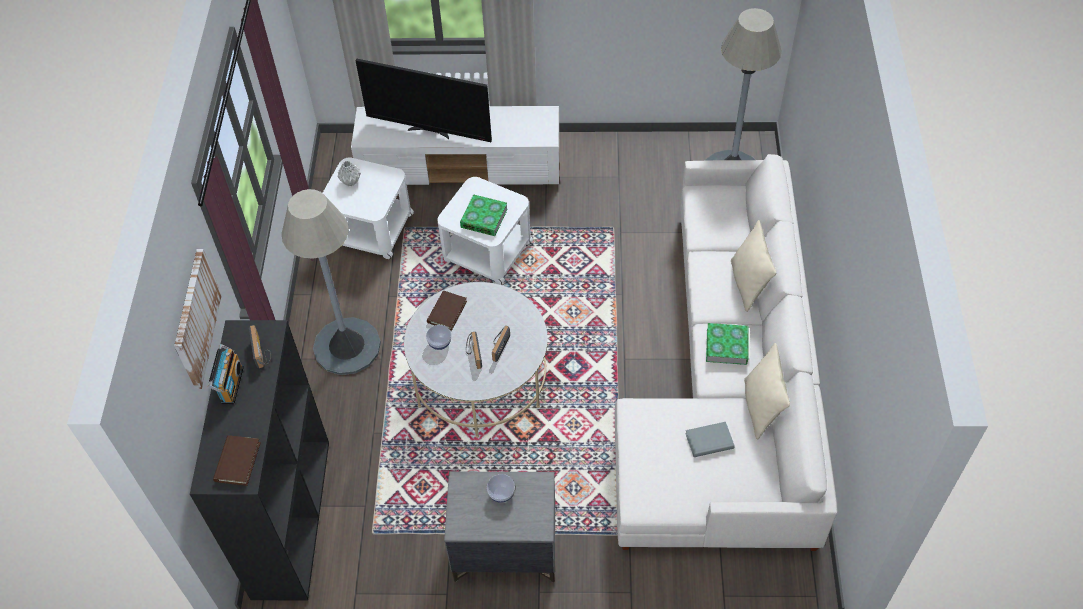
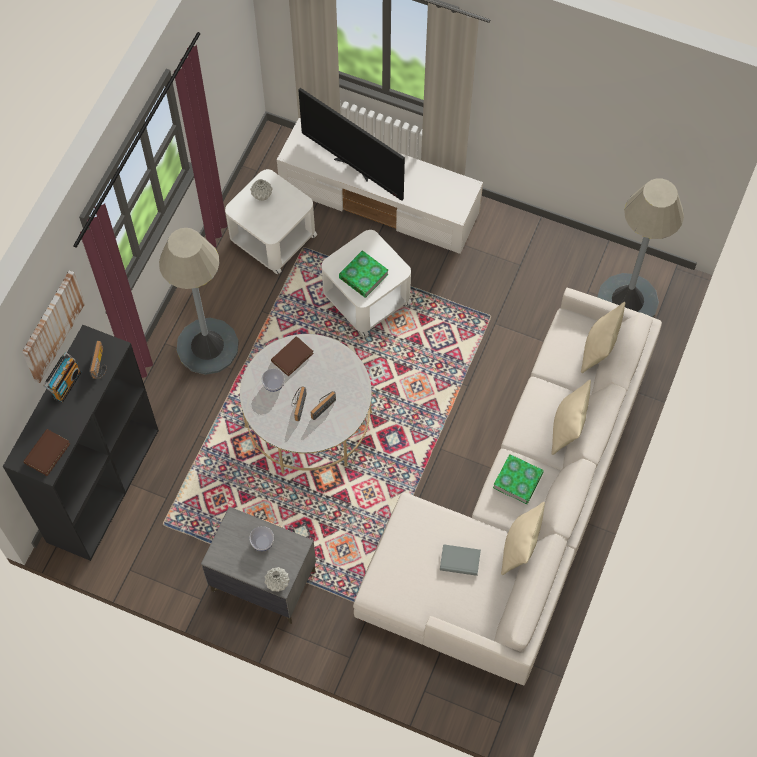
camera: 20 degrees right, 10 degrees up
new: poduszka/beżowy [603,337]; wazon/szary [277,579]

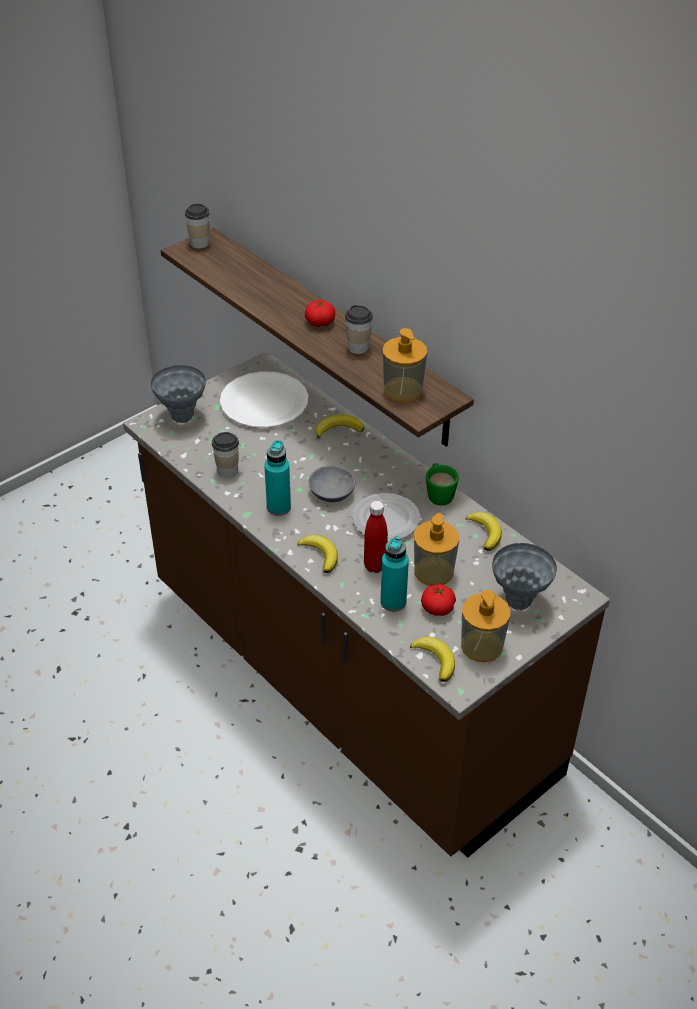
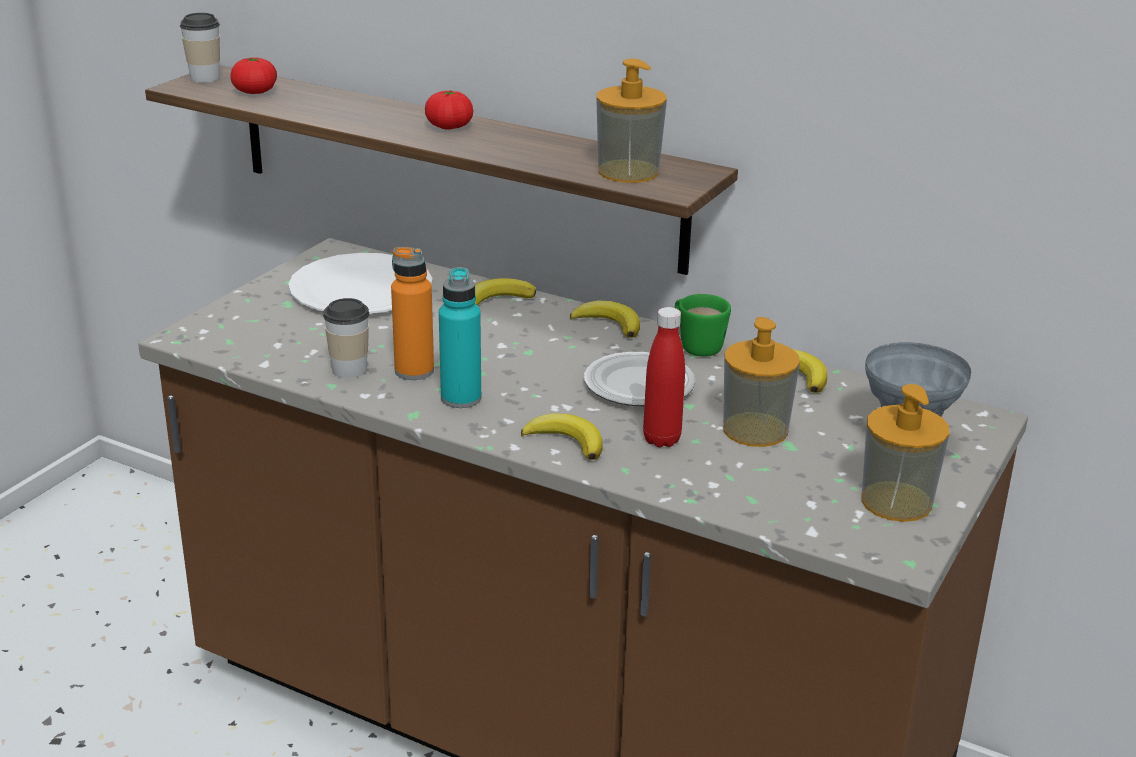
camera: 20 degrees left, 15 degrees down
gone: filiżanka [359,329]; wazon/szary [178,394]; miska/szary [332,484]; butelka/turkusowy [394,574]
new: butelka/pomarańczowy [412,313]
shifted: pomidor [438,600] to [253,75]; banan [432,659] to [605,319]

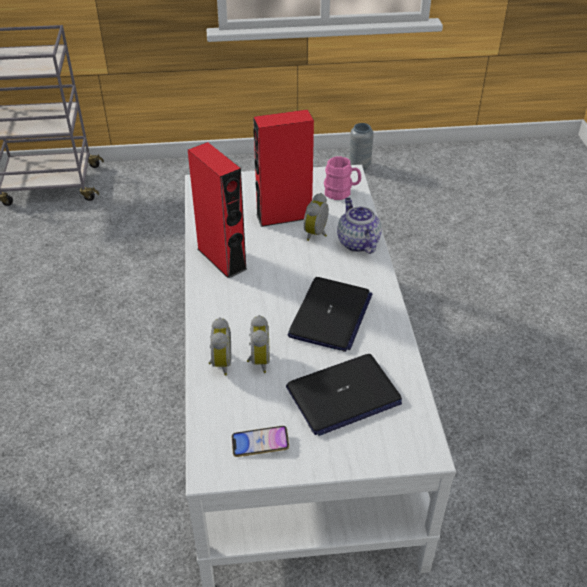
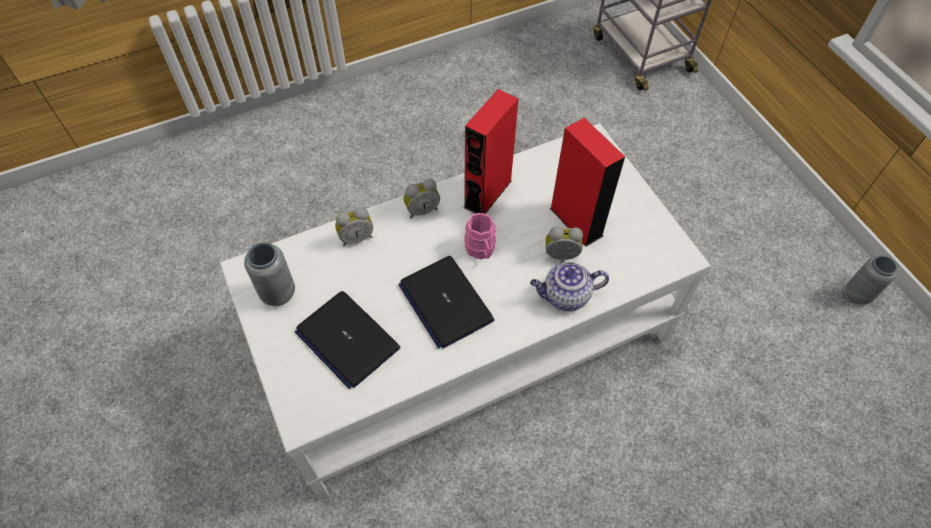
camera: 70 degrees right, 15 degrees up
shifted: kubek/różowy [342,178] to [480,236]; budzik [258,344] to [421,199]
swapped: telefon [260,441] to wazon/szary [269,274]
rotated: imbryk [359,226] = [569,286] 150 degrees counterclockwise; laptop [330,314] = [446,302] 60 degrees clockwise

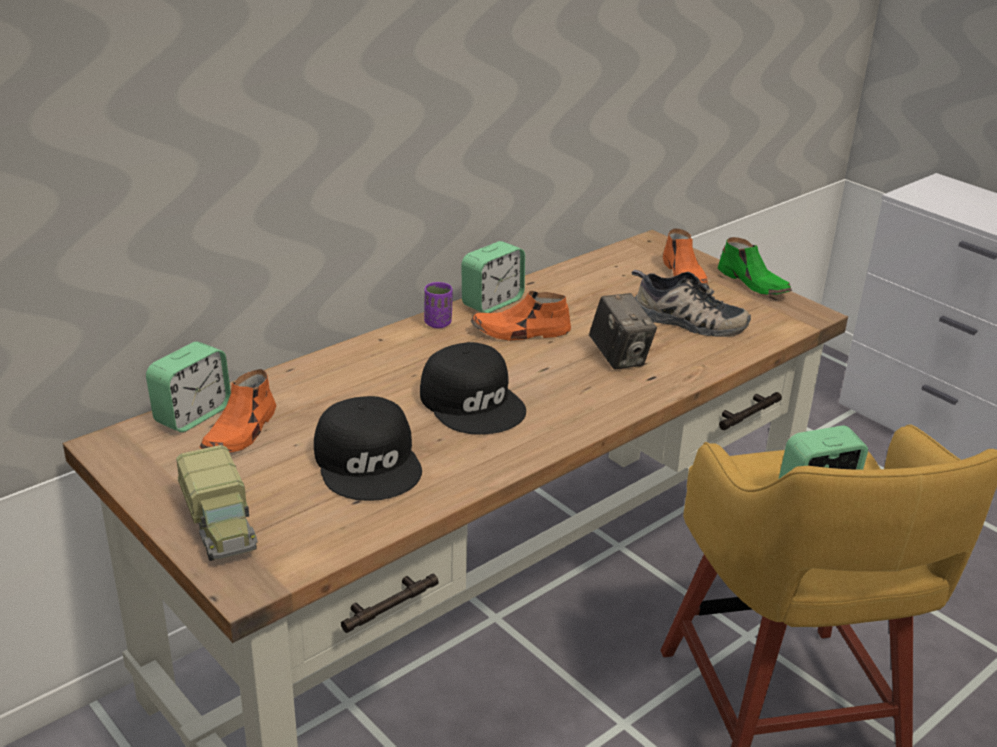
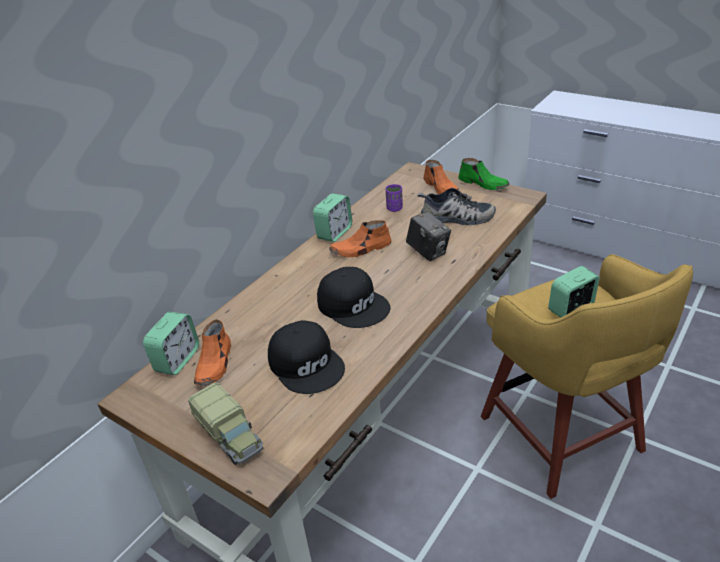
camera: 10 degrees left, 5 degrees up
shifted: filiżanka/fioletowy [438,305] to [394,198]

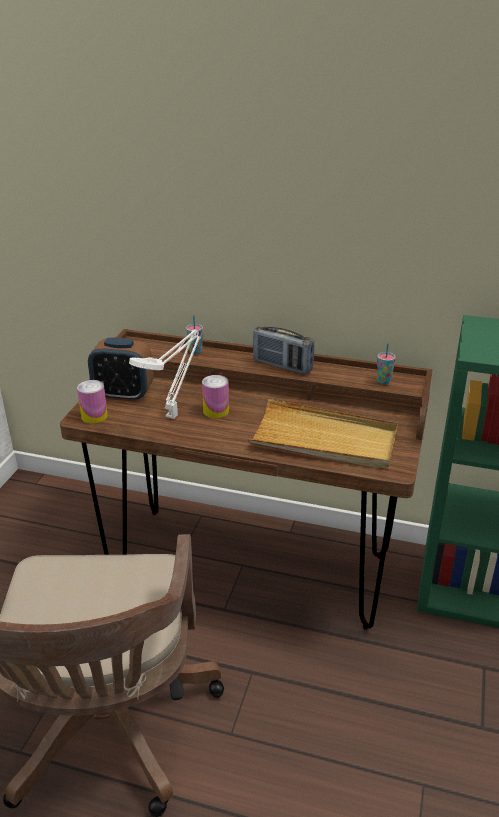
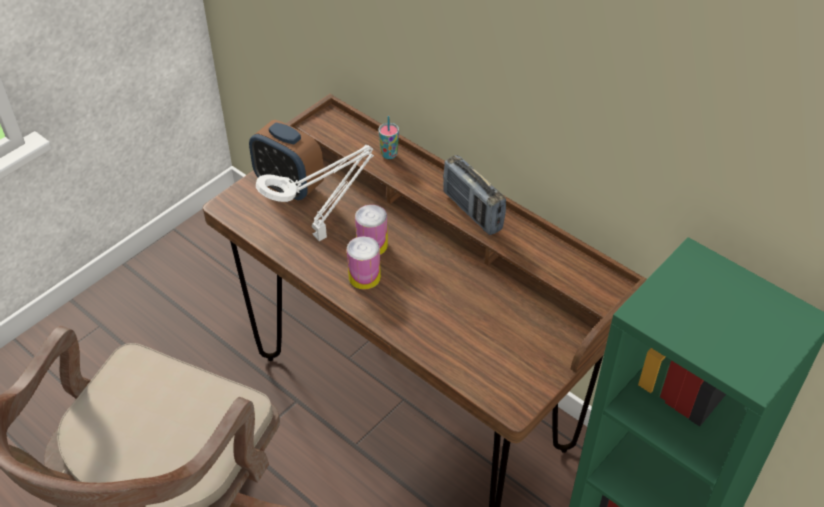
camera: 25 degrees right, 15 degrees up
gone: filiżanka [386,363]; taca/beżowy [323,434]
shifted: puszka [92,402] to [364,263]

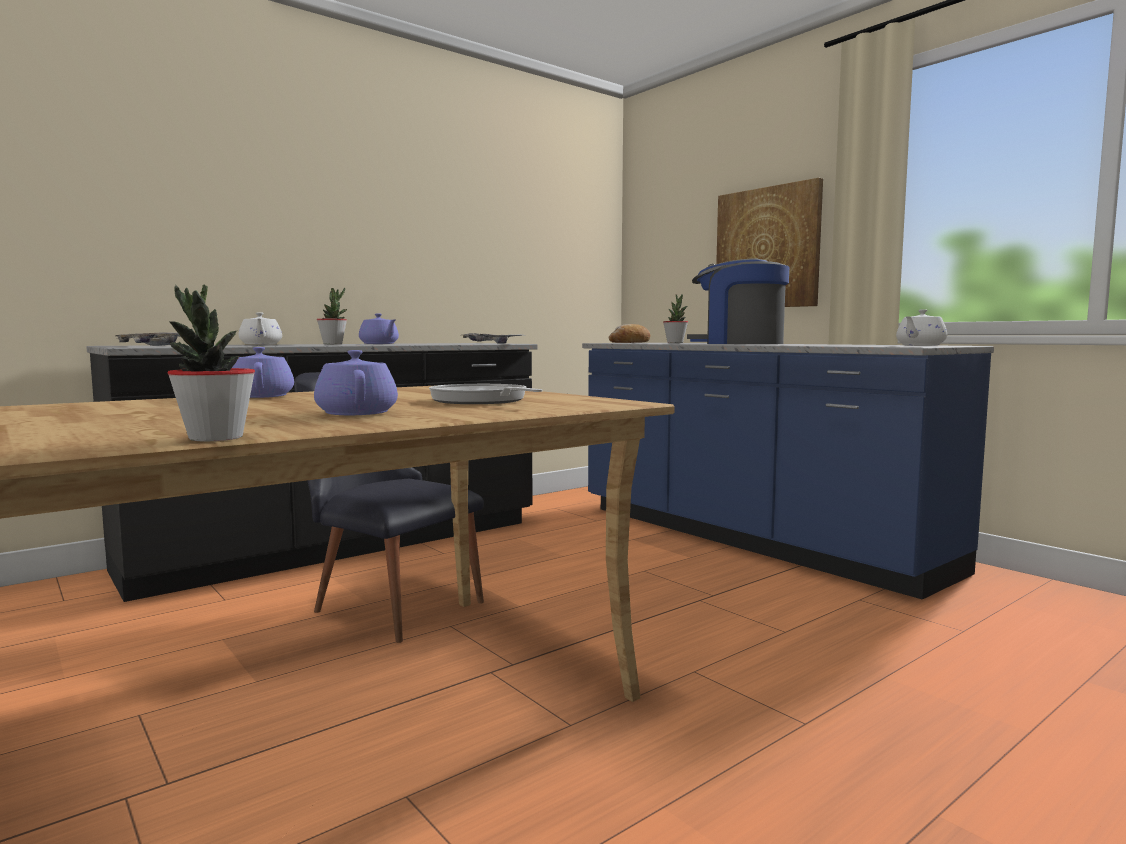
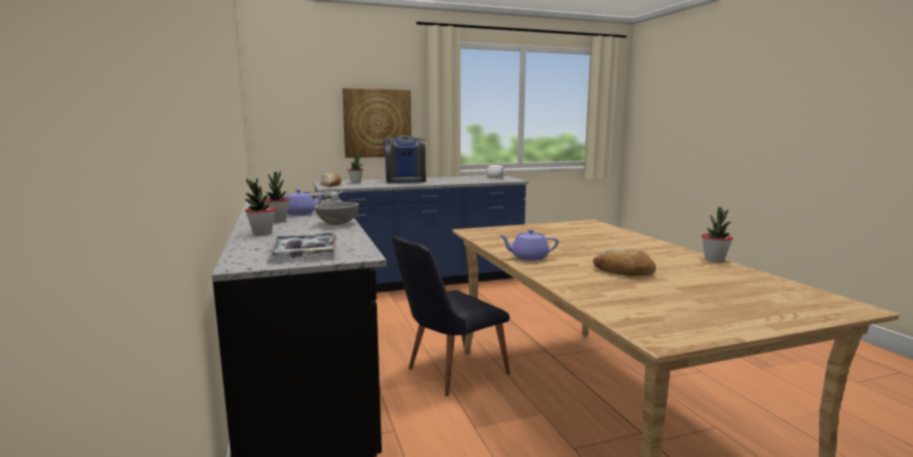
camera: 70 degrees left, 5 degrees up
gone: imbryk/fioletowy [356,382]; patelnia [486,394]
new: miska/szary [336,213]; chleb [624,262]
swapped: imbryk/biały [260,328] to roślina doniczkowa [260,206]
rotated: ekspres do kawy [738,301] = [404,159] 60 degrees counterclockwise

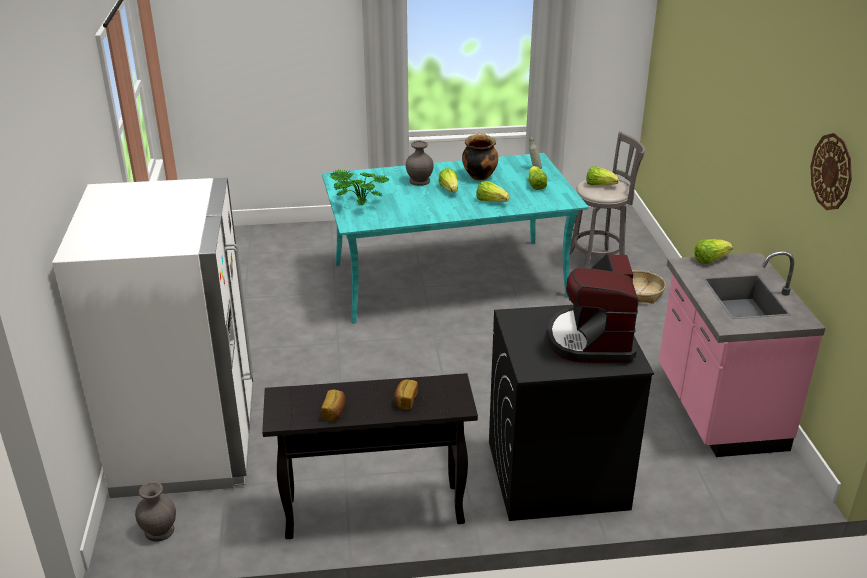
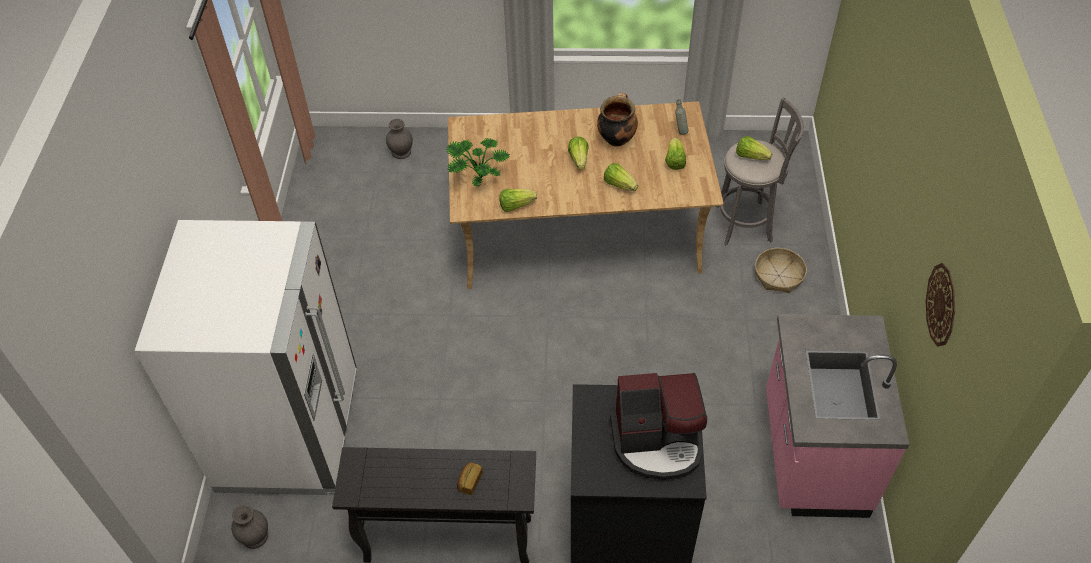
camera: 10 degrees right, 20 degrees up
gone: chleb [333,405]
shifted: wazon/szary [420,163] to [399,139]; sałata [713,251] to [518,200]
repainted: stół jadalny/turkusowy [455,238] to stół jadalny/beżowy [586,195]
rotated: ekspres do kawy [593,308] = [658,426] 105 degrees counterclockwise

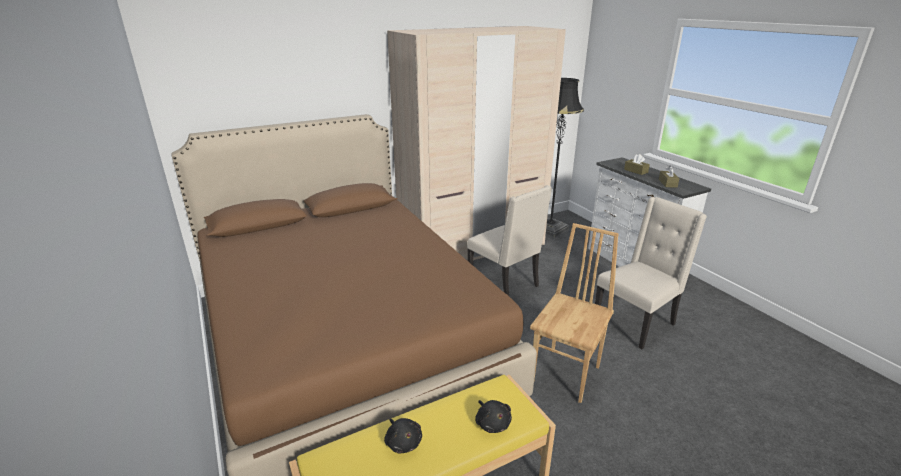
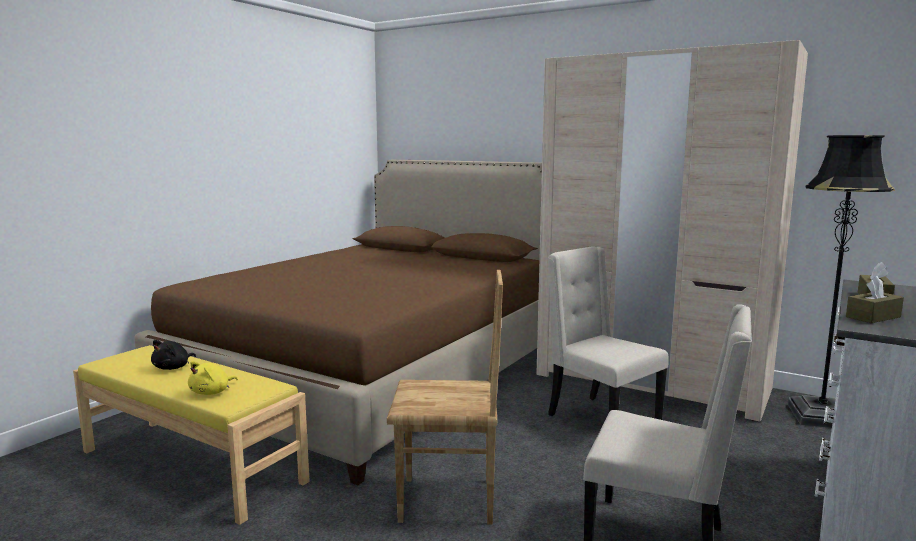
camera: 60 degrees right, 15 degrees down
repainted: pluszak/czarny [493,416] to pluszak/żółty [213,378]
rotated: krzesło/beżowy [509,240] = [608,333] 120 degrees clockwise

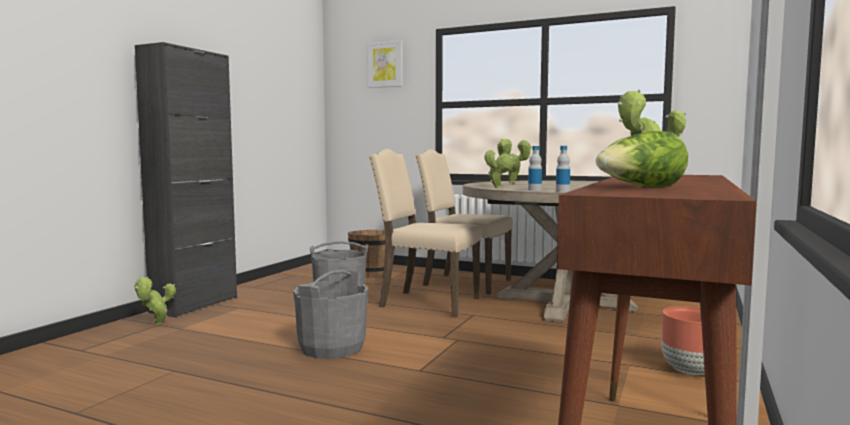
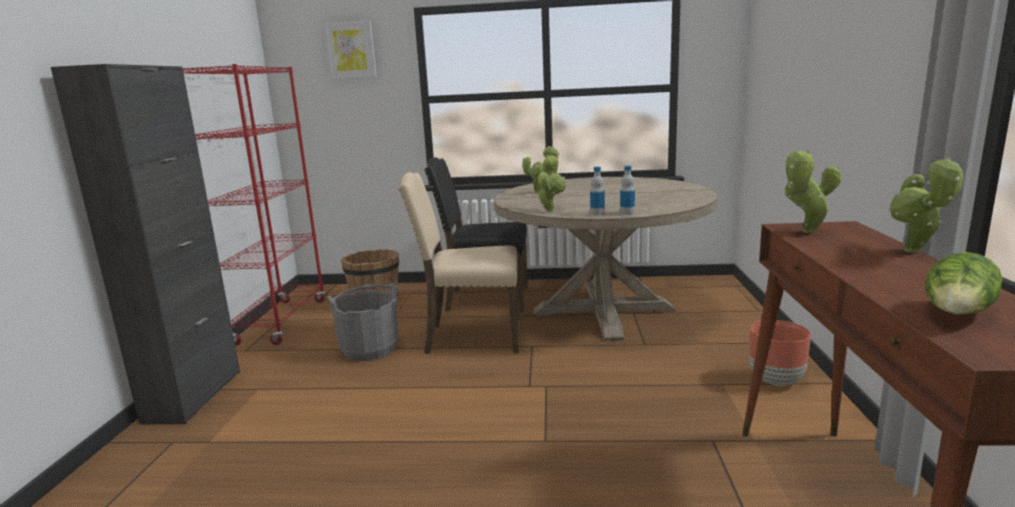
camera: 20 degrees left, 10 degrees up
gone: wiadro/szary [330,314]
new: regał/czerwony [254,205]
shifted: roślina doniczkowa [155,301] to [926,205]
repainted: krzesło/beżowy [464,221] to krzesło/czarny [476,234]

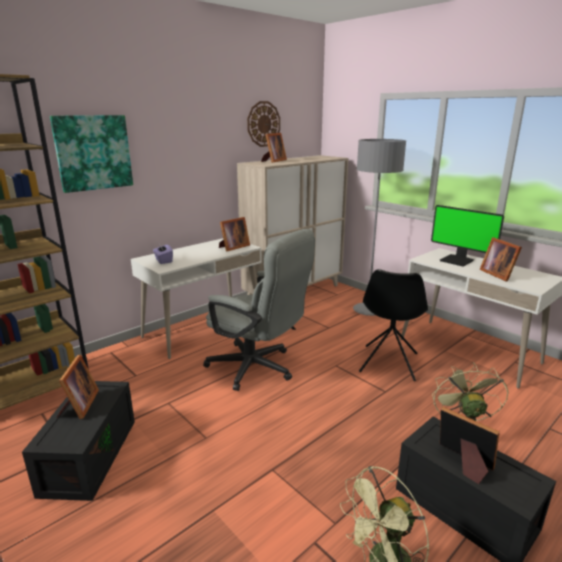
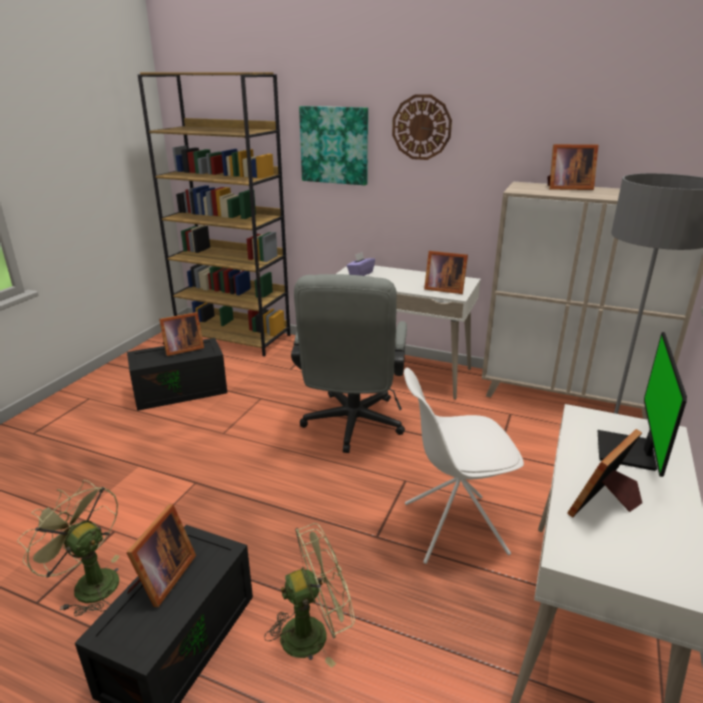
camera: 65 degrees right, 5 degrees up
shifted: zegar ścienny [263,124] to [422,127]
repainted: krzesło/czarny [393,325] to krzesło/biały [464,466]

